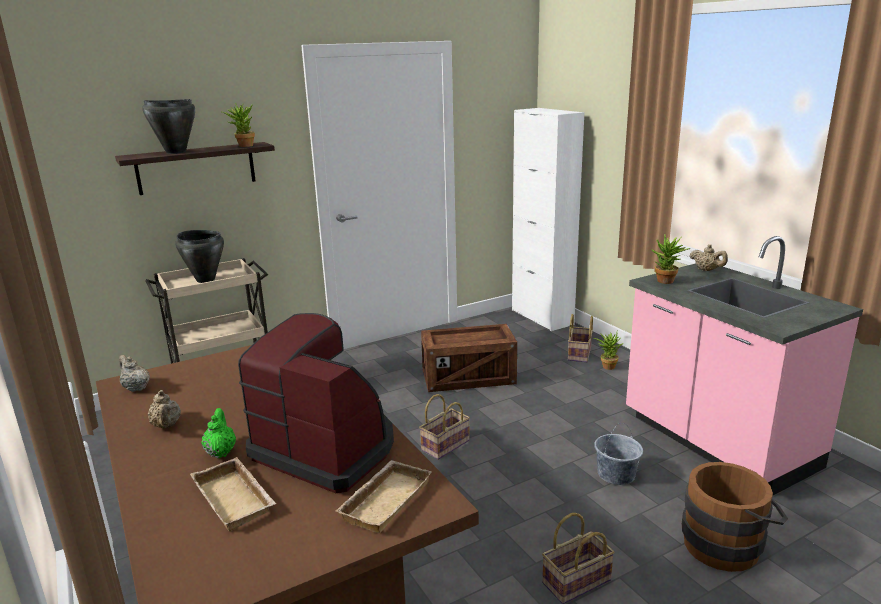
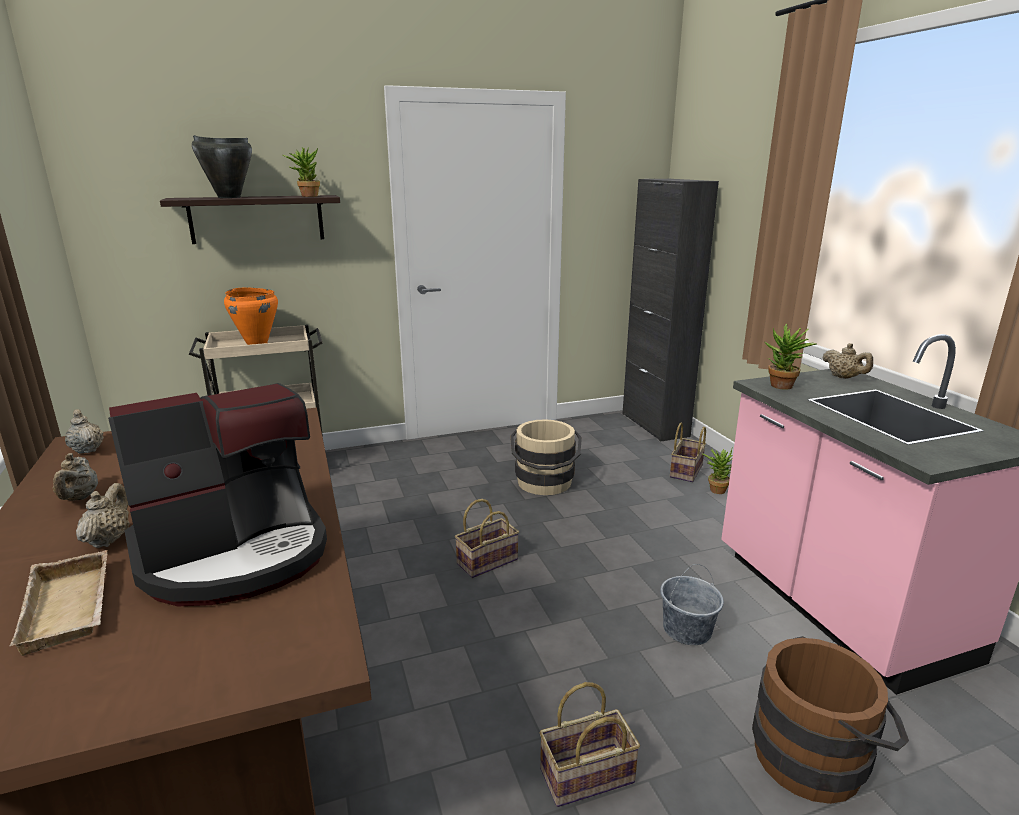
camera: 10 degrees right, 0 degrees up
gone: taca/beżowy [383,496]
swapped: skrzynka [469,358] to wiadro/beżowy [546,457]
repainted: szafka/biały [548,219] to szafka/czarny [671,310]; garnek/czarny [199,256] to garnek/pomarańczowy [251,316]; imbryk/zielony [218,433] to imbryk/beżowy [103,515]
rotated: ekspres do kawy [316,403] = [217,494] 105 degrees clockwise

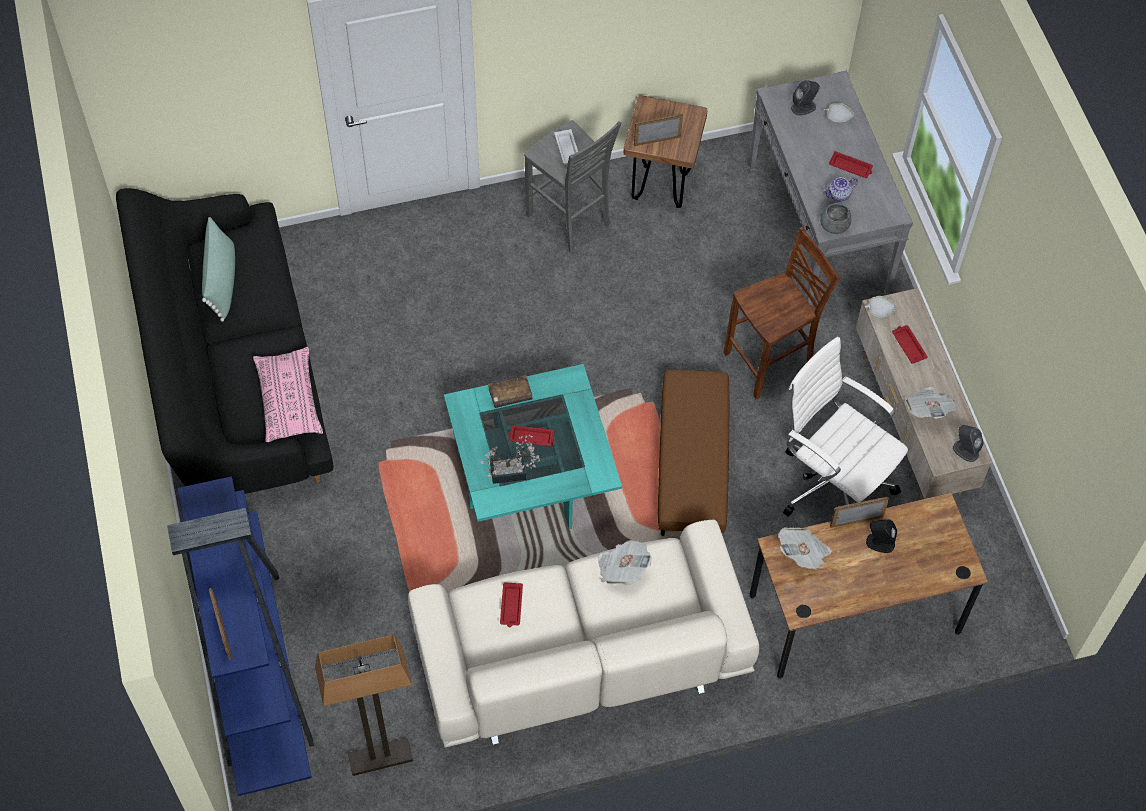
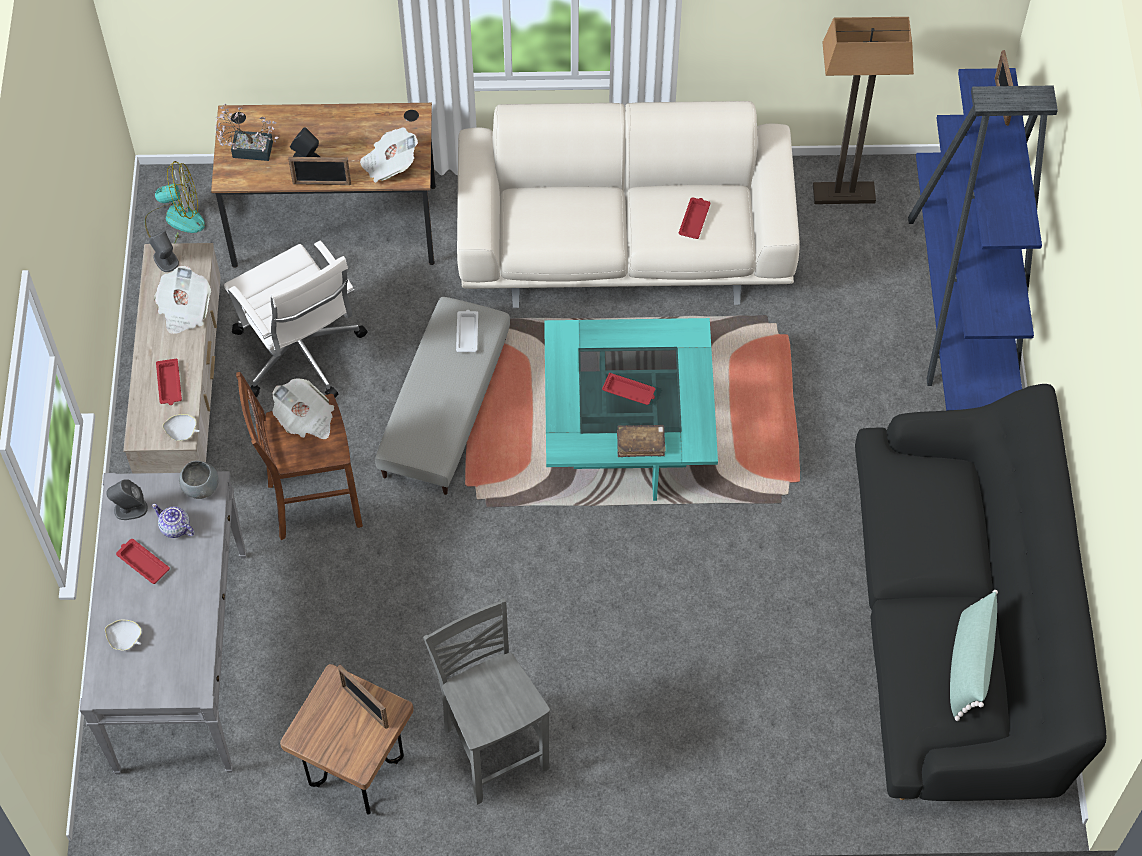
camera: 165 degrees left, 0 degrees up
gone: poduszka/różowy [288,394]
new: wentylator [175,202]
shifted: głośnik/szary [805,97] to [127,499]; taca/biały [566,146] to [467,331]; roślina doniczkowa [510,459] to [246,132]; gazeta [625,562] to [303,409]
repainted: pufa/brązowy [693,453] to pufa/szary [442,396]
rotated: ramka na zdjęcie [658,130] = [363,697] 45 degrees clockwise; imbryk [840,189] = [173,521] 135 degrees counterclockwise

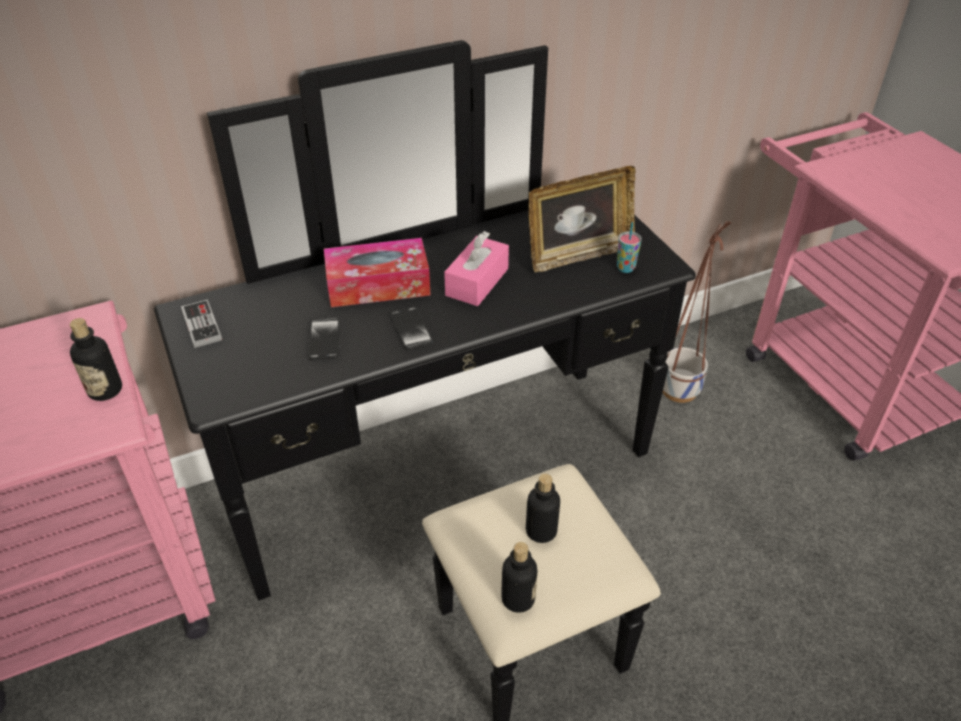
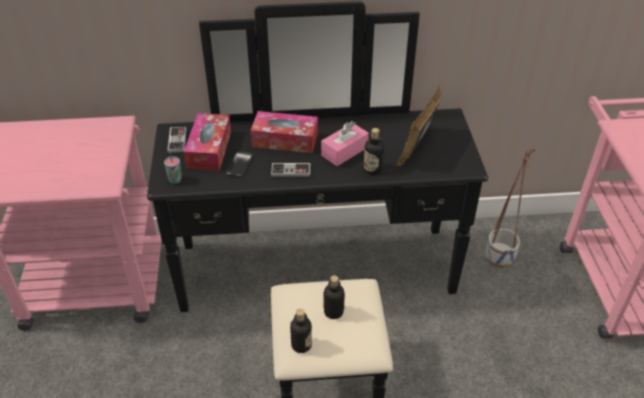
camera: 20 degrees right, 0 degrees up
new: pudełko chusteczek [207,142]
shifted: filiżanka [629,247] to [173,167]; butelka [96,359] to [374,151]
swapped: telefon [411,329] to pad do gier [291,170]
rotated: ramka na zdjęcie [582,219] = [418,125] 120 degrees clockwise

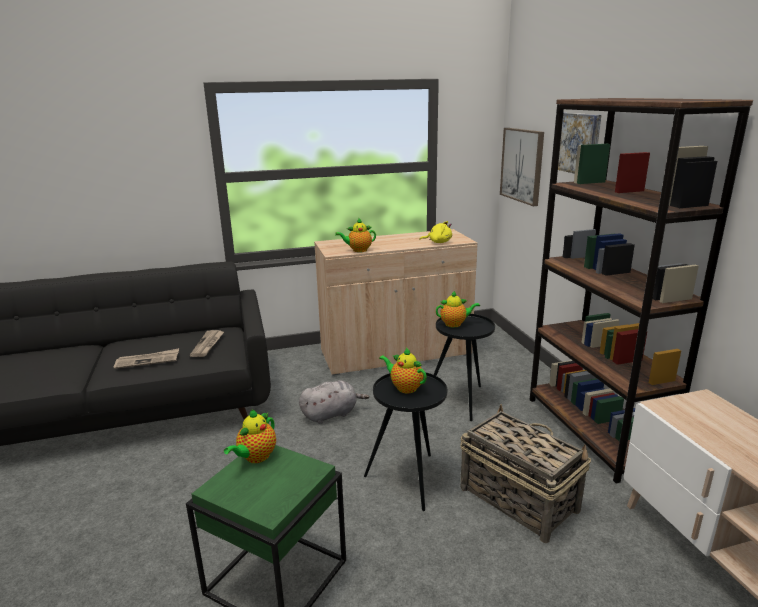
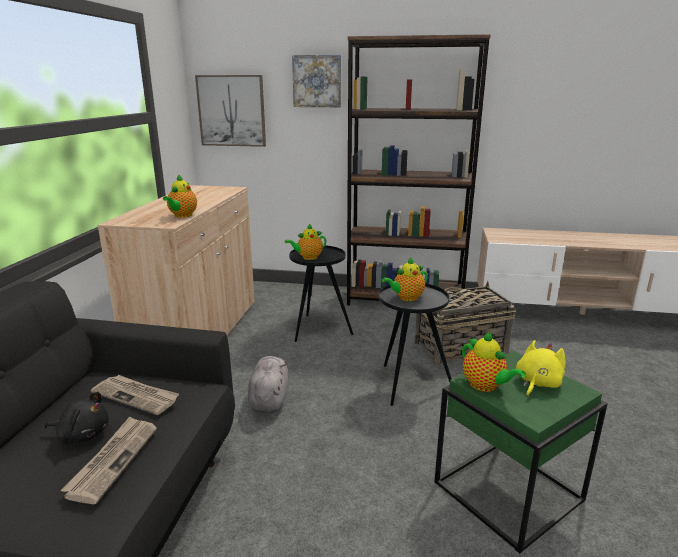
camera: 65 degrees left, 0 degrees up
new: pluszak/czarny [76,418]
shifted: pluszak/żółty [435,232] to [541,368]
rotated: imbryk [458,309] = [305,242] 135 degrees counterclockwise

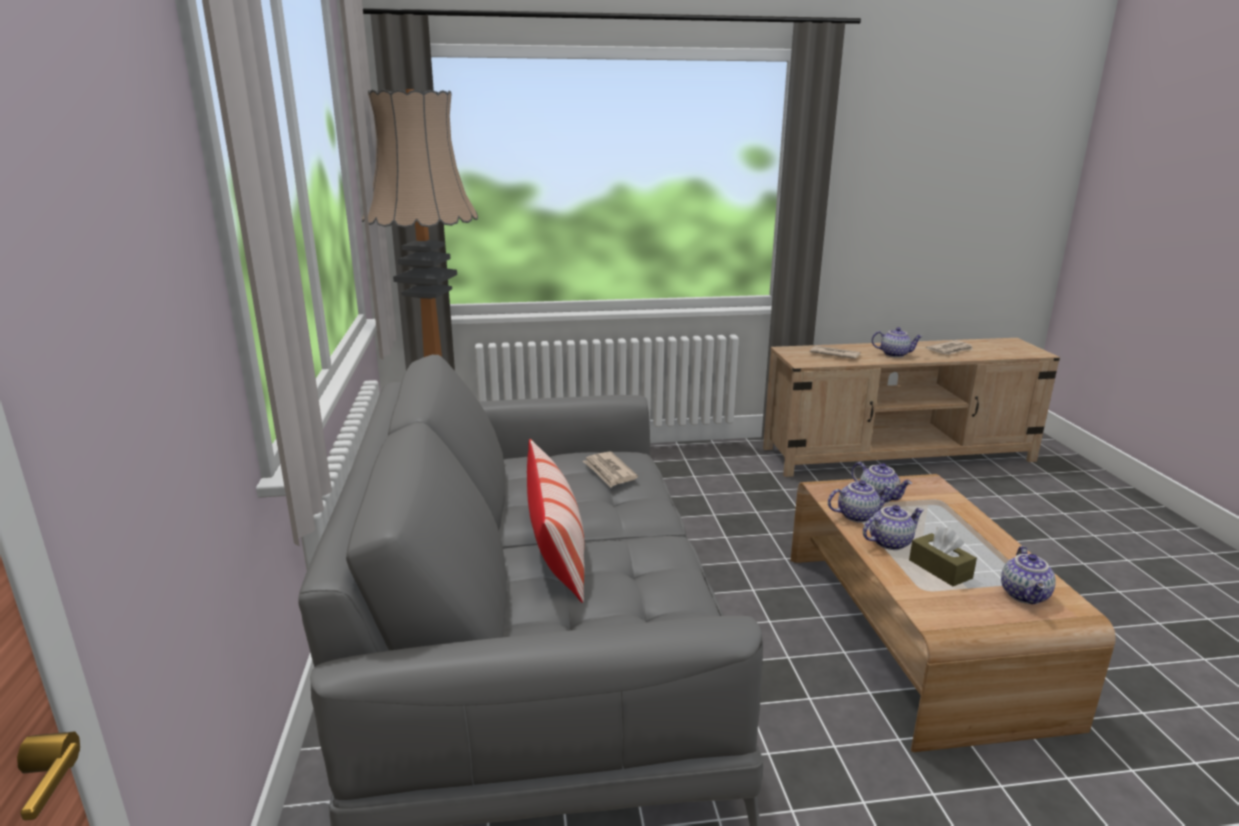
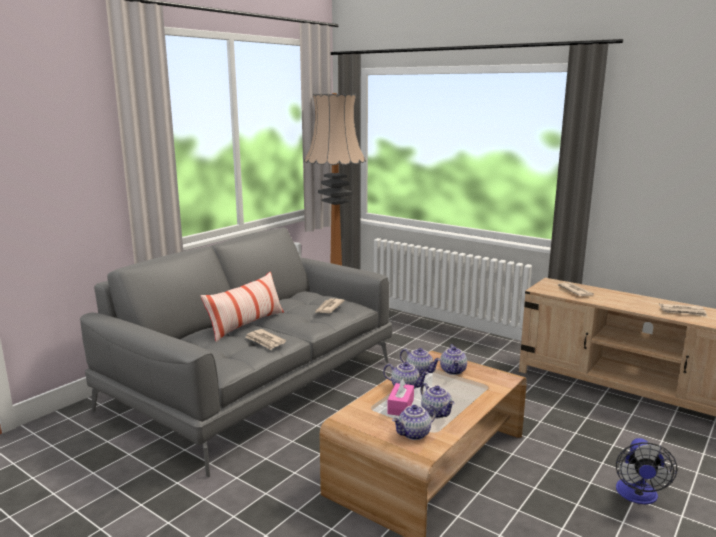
camera: 45 degrees right, 5 degrees down
new: gazeta [265,339]; wentylator [647,471]
shifted: imbryk [897,342] to [437,400]
repainted: pudełko chusteczek/brązowy [943,556] to pudełko chusteczek/różowy [400,397]

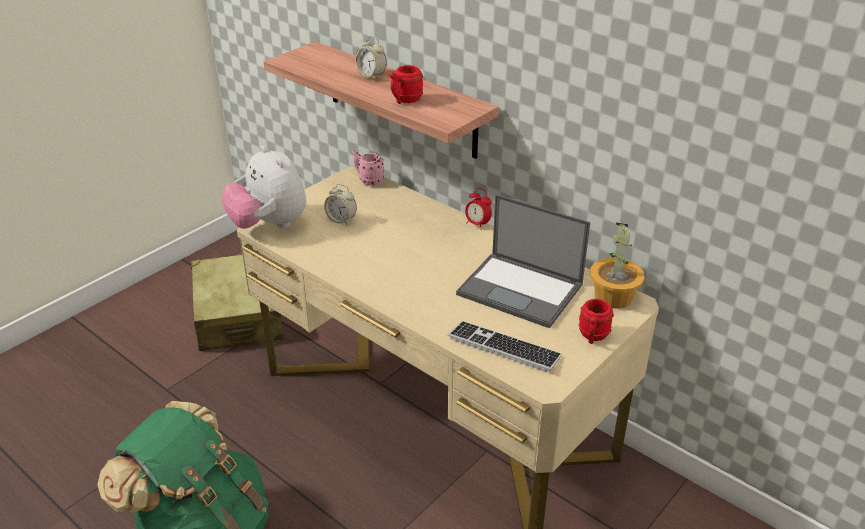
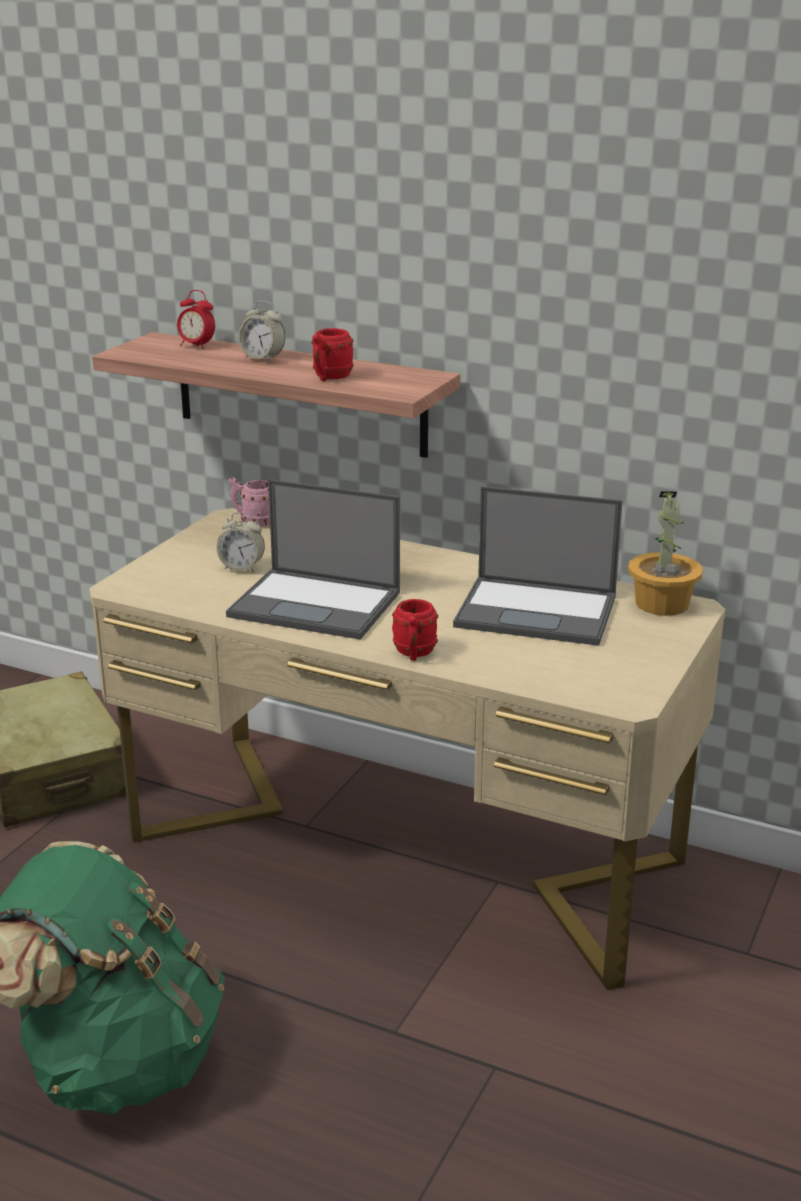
camera: 15 degrees left, 10 degrees down
gone: pluszak [264,187]; klawiatura [505,346]
new: laptop [313,559]
shifted: budzik [478,209] to [196,319]; kubek/czerwony [596,321] to [415,630]

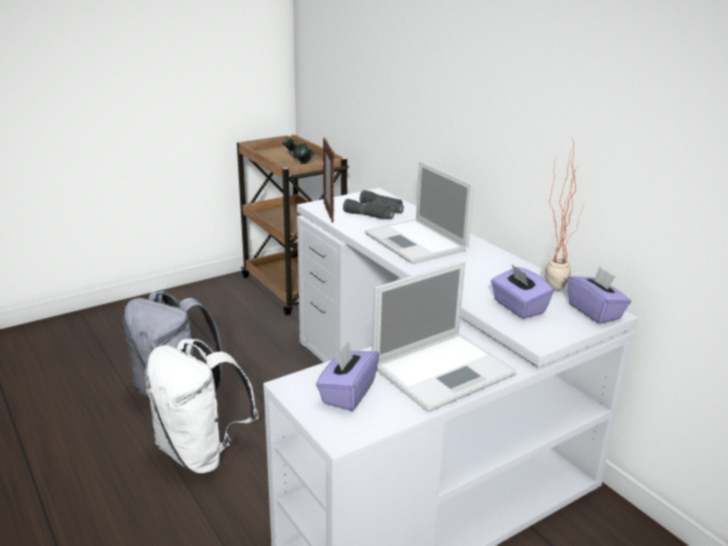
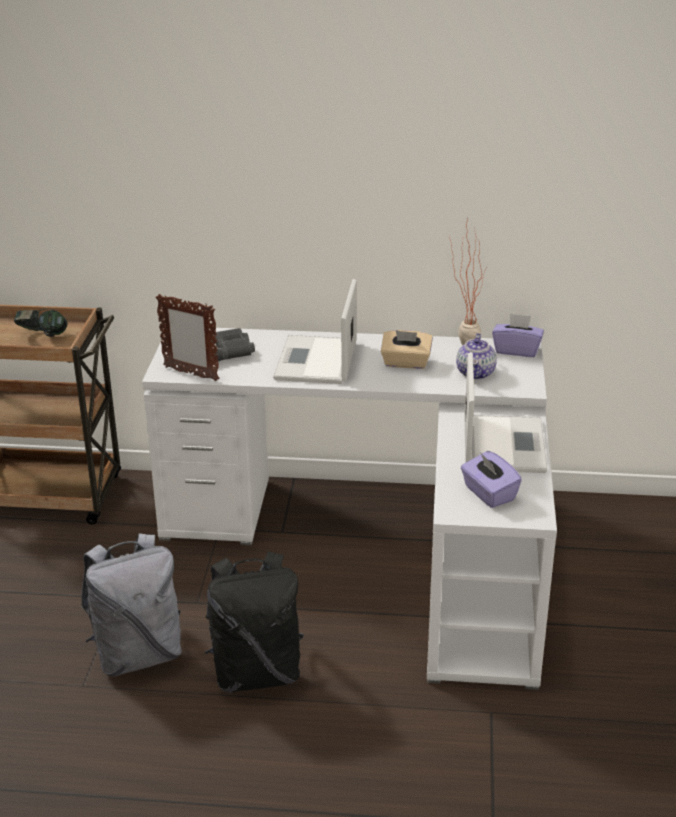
camera: 50 degrees left, 5 degrees up
new: pudełko chusteczek/beżowy [407,349]
swapped: pudełko chusteczek/fioletowy [522,291] to imbryk [476,356]
repainted: plecak/biały [202,406] to plecak/czarny [254,622]
rotated: laptop [419,212] = [315,331] 90 degrees clockwise

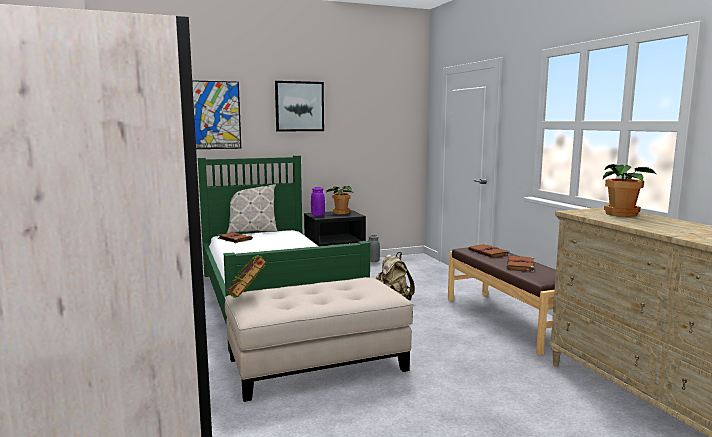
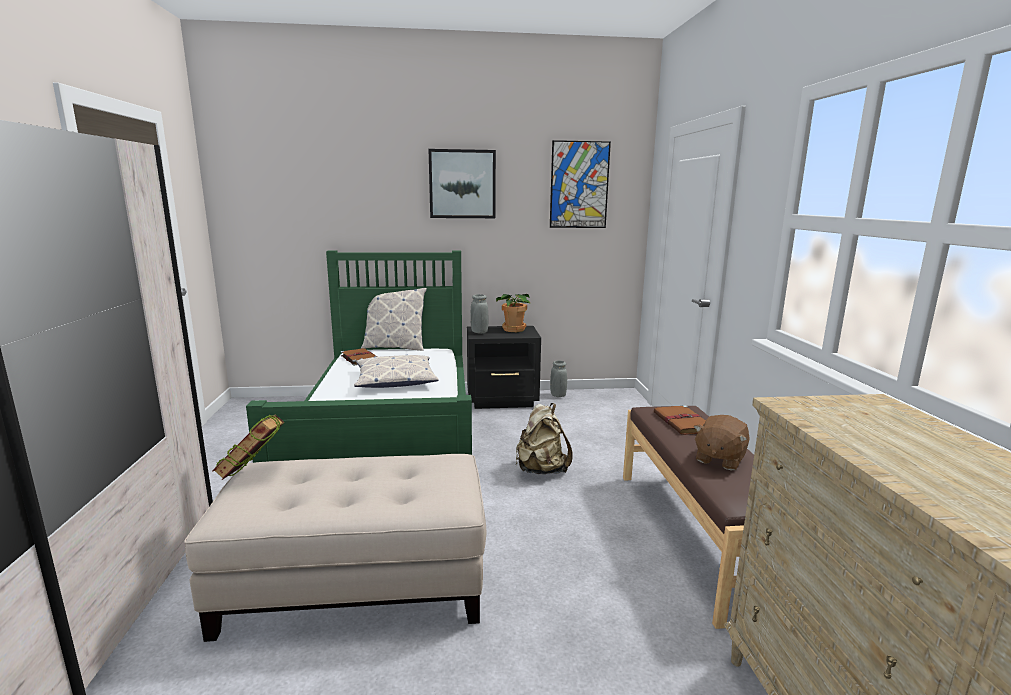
camera: 15 degrees right, 5 degrees up
gone: roślina doniczkowa [630,190]
new: poduszka [396,371]
shifted: obraz [216,114] to [580,184]
swapped: książka/brązowy [520,264] to pluszak/brązowy [722,442]
repainted: wazon/fioletowy [318,201] to wazon/szary [479,313]

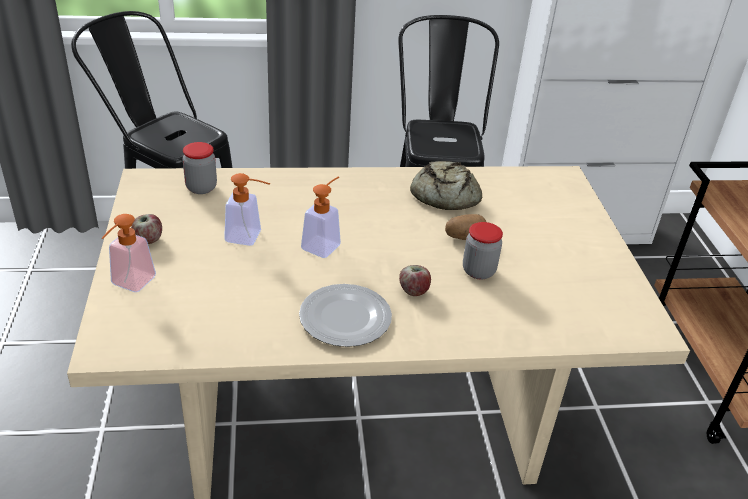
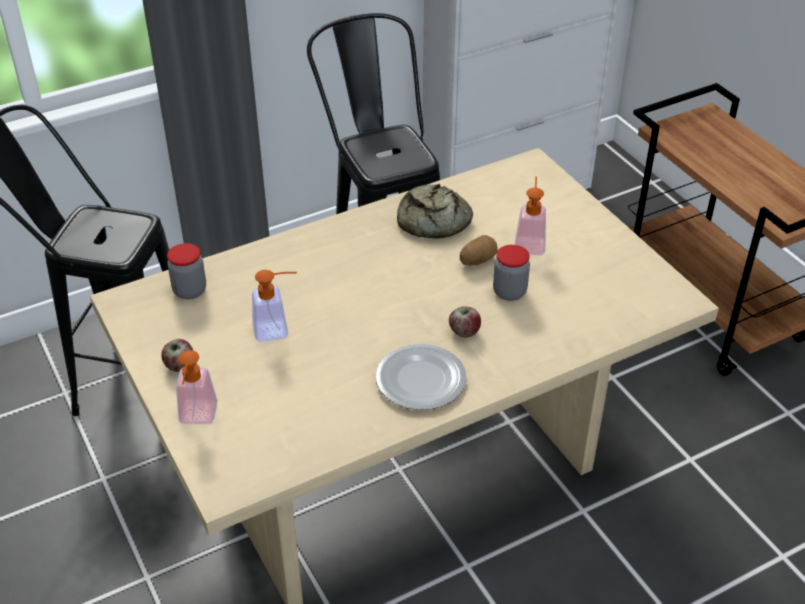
camera: 20 degrees left, 5 degrees up
shifted: dozownik mydła [321,217] to [530,215]

